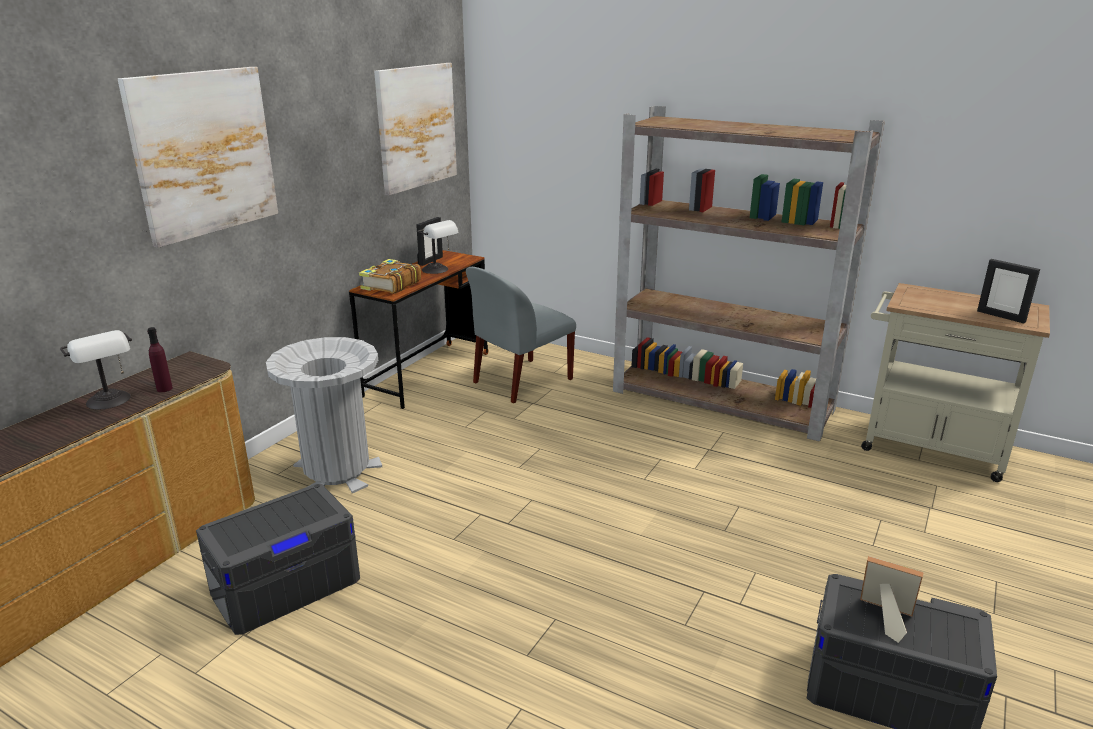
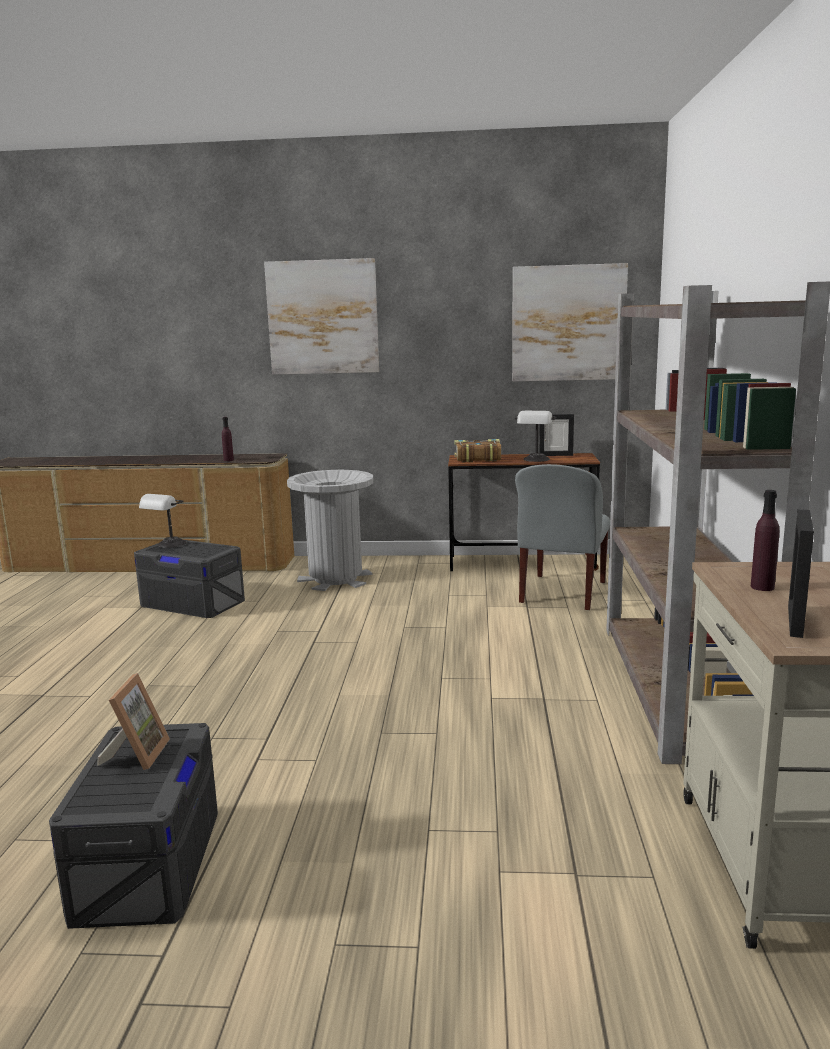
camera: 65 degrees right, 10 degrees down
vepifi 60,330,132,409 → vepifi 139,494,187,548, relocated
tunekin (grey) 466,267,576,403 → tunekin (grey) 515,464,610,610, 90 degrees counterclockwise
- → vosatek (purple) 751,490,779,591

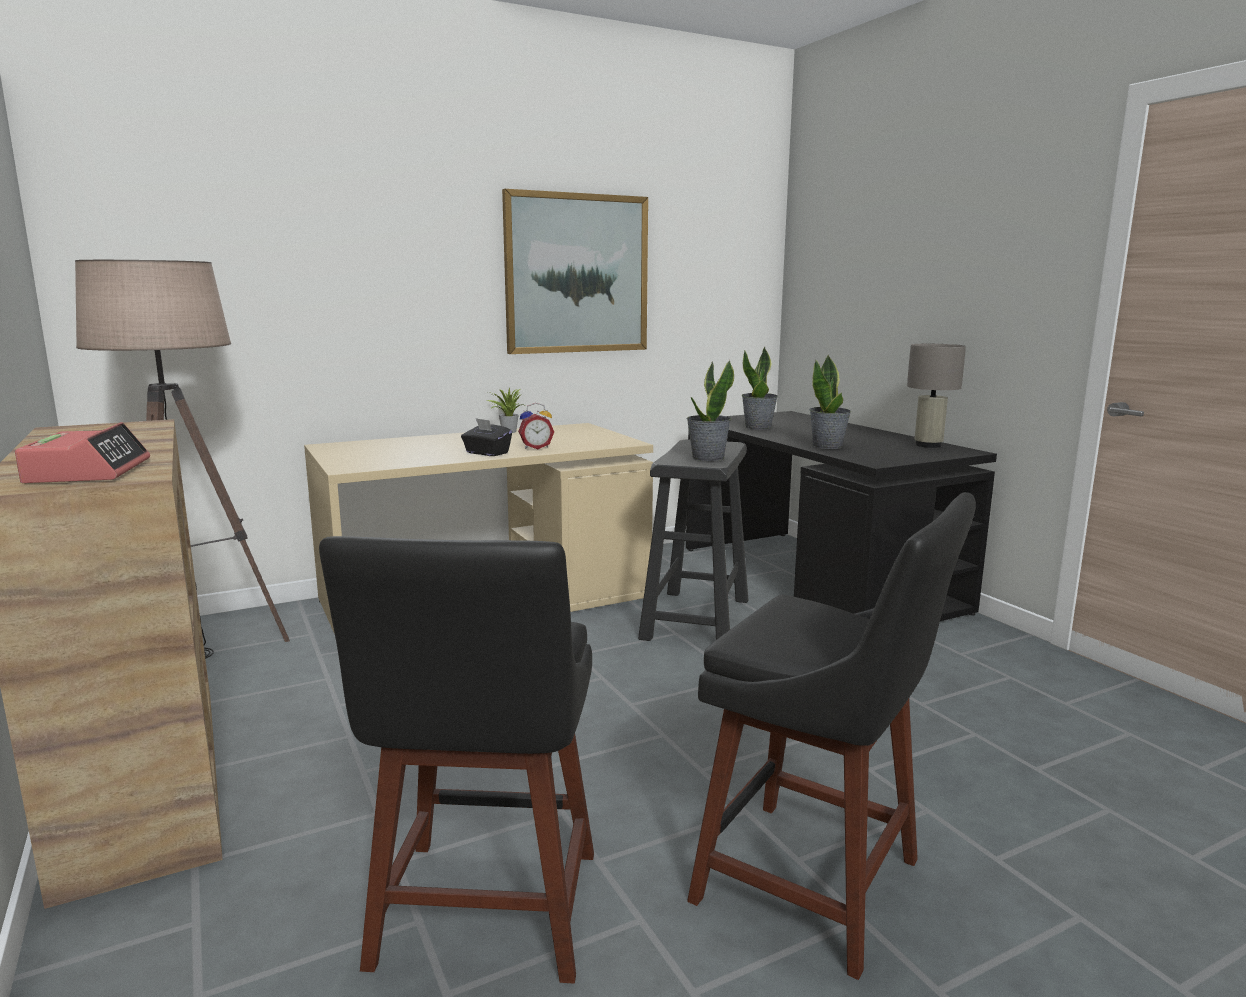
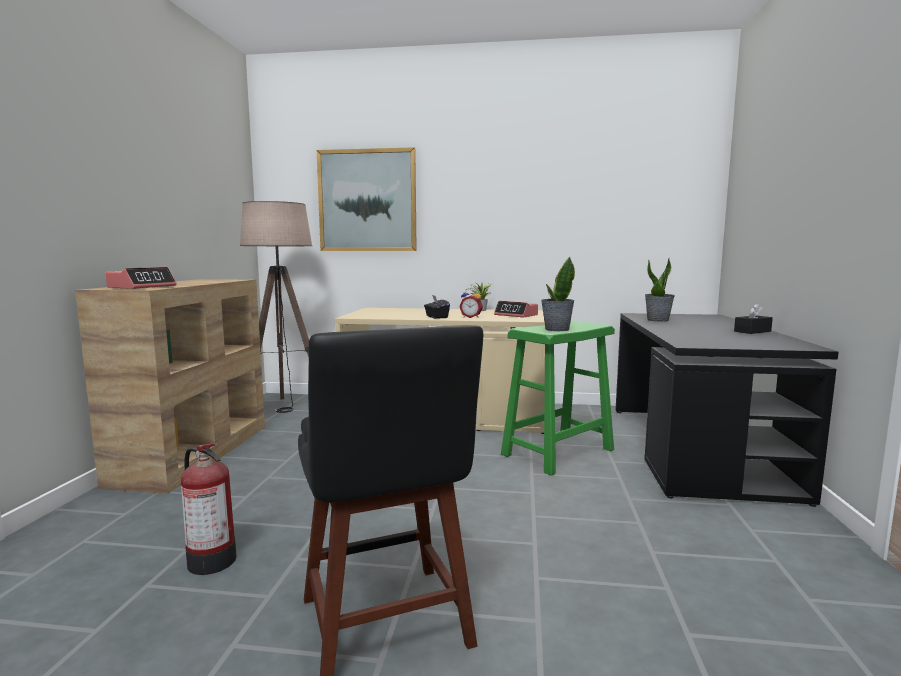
camera: 35 degrees right, 5 degrees down
tunekin (black) 319,536,594,983 → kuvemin 181,443,236,575
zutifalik 502,189,648,354 → zutifalik 317,147,417,251, relocated
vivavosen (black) 638,439,748,641 → vivavosen (green) 501,321,615,476
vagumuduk 809,355,851,449 → -
vepifi (grey) 907,344,966,448 → -
- → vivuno 494,301,538,318
- → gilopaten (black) 734,303,773,334

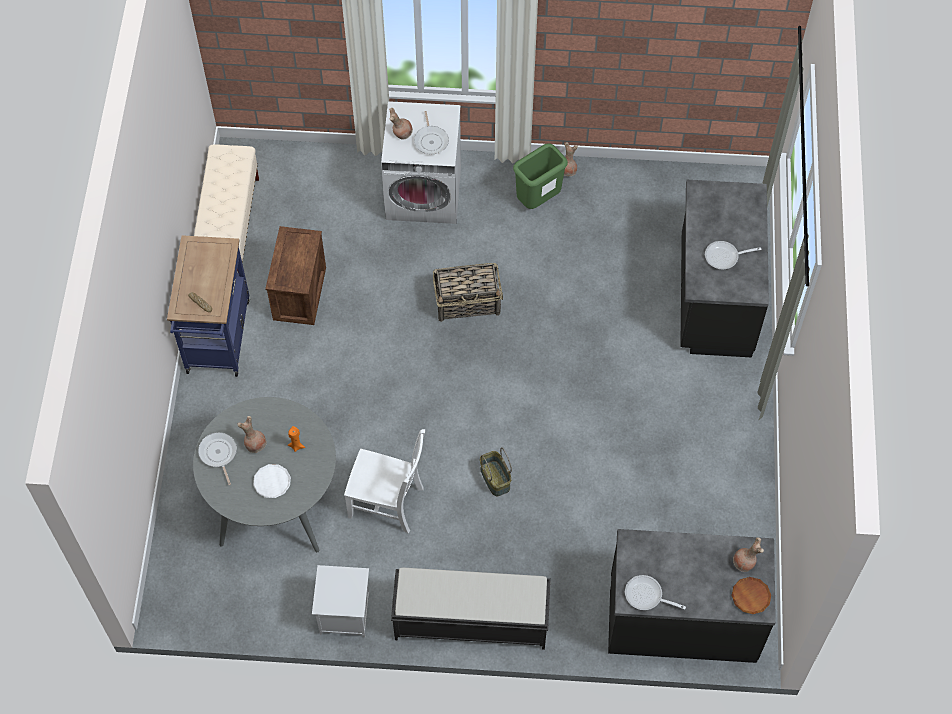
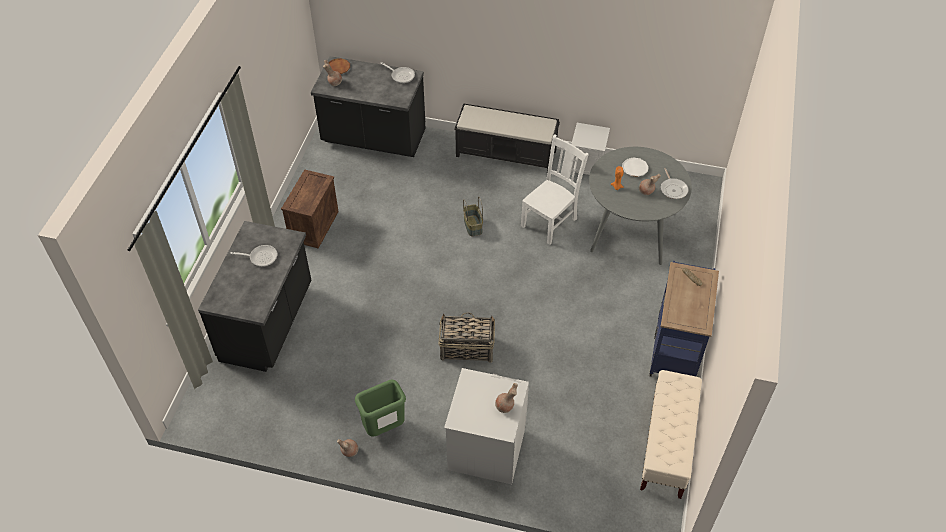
camera: 170 degrees left, 10 degrees down
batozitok 265,226,326,325 → batozitok 281,169,339,249, relocated
tunekin (white) 344,429,425,533 → tunekin (white) 521,134,589,245, 105 degrees clockwise
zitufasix 414,111,449,154 → -

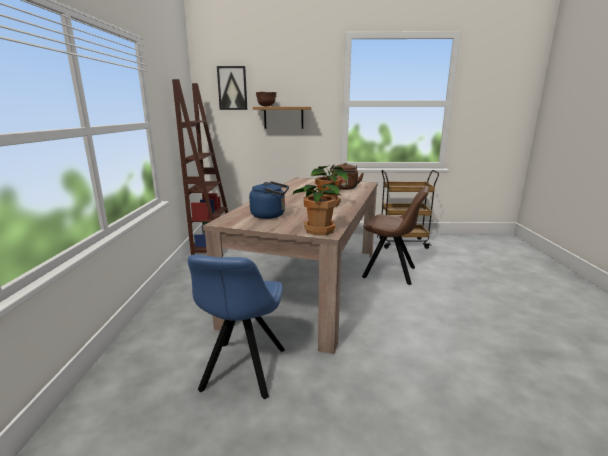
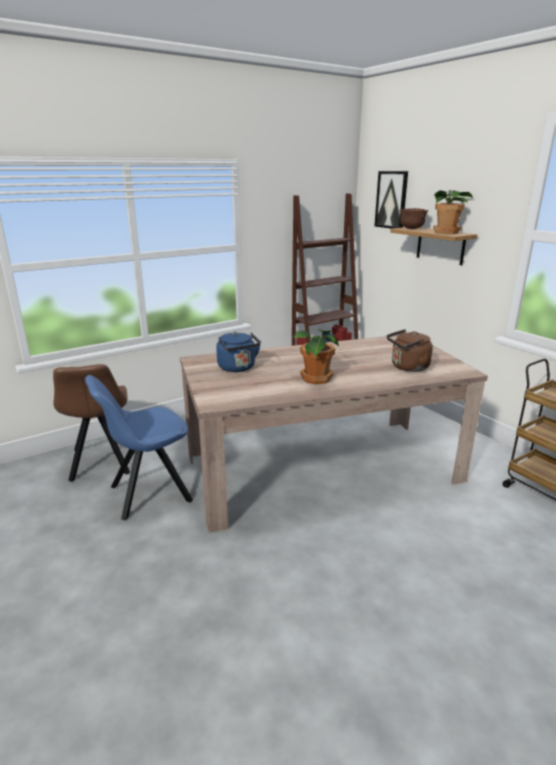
camera: 55 degrees right, 5 degrees up
vagumuduk 293,183,340,235 → vagumuduk 433,190,473,234, relocated
tunekin (brown) 362,186,429,285 → tunekin (brown) 53,364,130,482, relocated

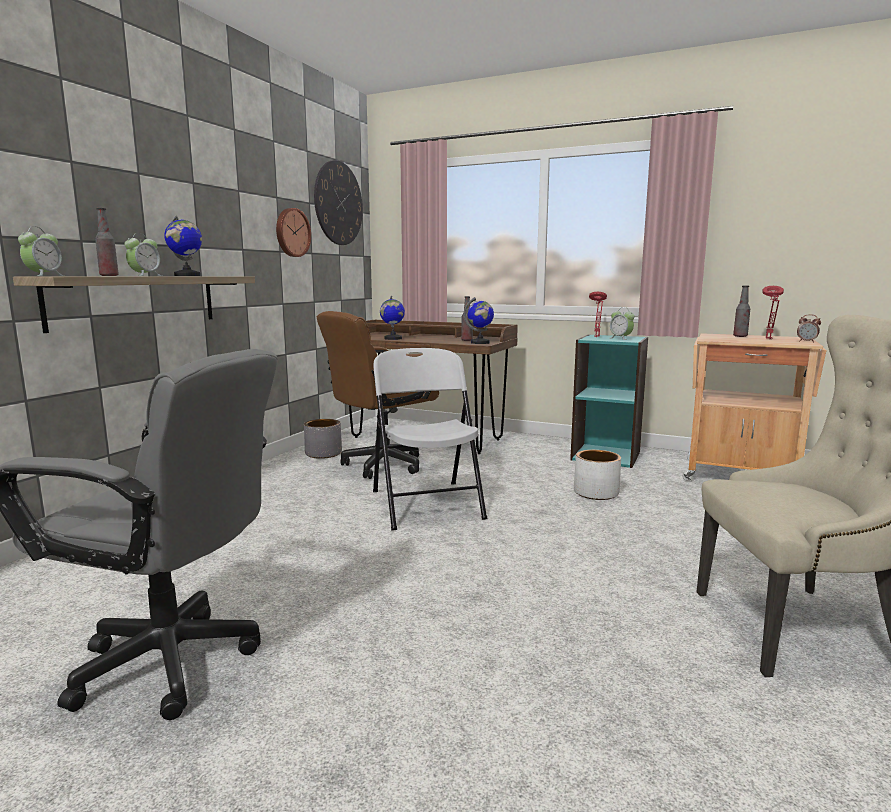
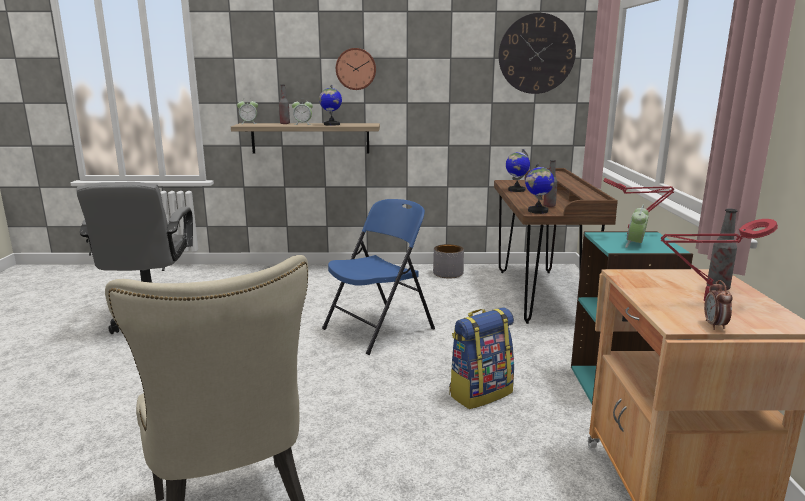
camera: 65 degrees right, 5 degrees up
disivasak 276,208,311,257 → disivasak 336,48,376,90, relocated
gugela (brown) 316,311,439,479 → -
tunekin (white) 373,348,488,531 → tunekin (blue) 322,199,435,355
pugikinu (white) 574,450,621,500 → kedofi 449,307,514,409

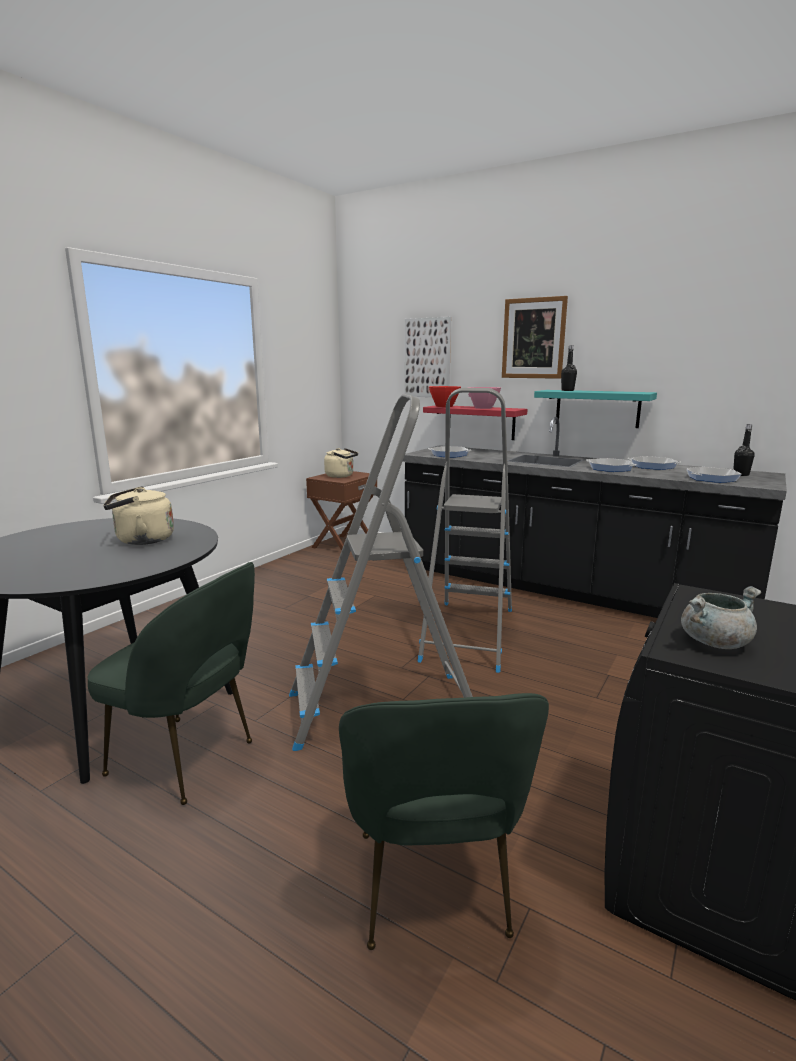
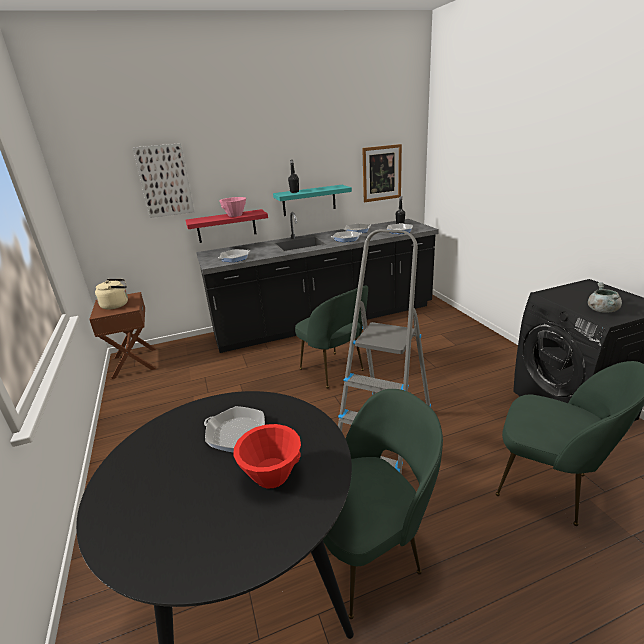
camera: 50 degrees left, 10 degrees up
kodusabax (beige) 103,486,174,545 → zitufasix 204,406,265,453
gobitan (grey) 418,388,512,673 → tunekin (green) 295,285,368,389
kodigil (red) 429,386,461,407 → kodigil (red) 233,424,301,489, relocated
zutifalik 502,296,568,379 → zutifalik 362,144,402,202, relocated

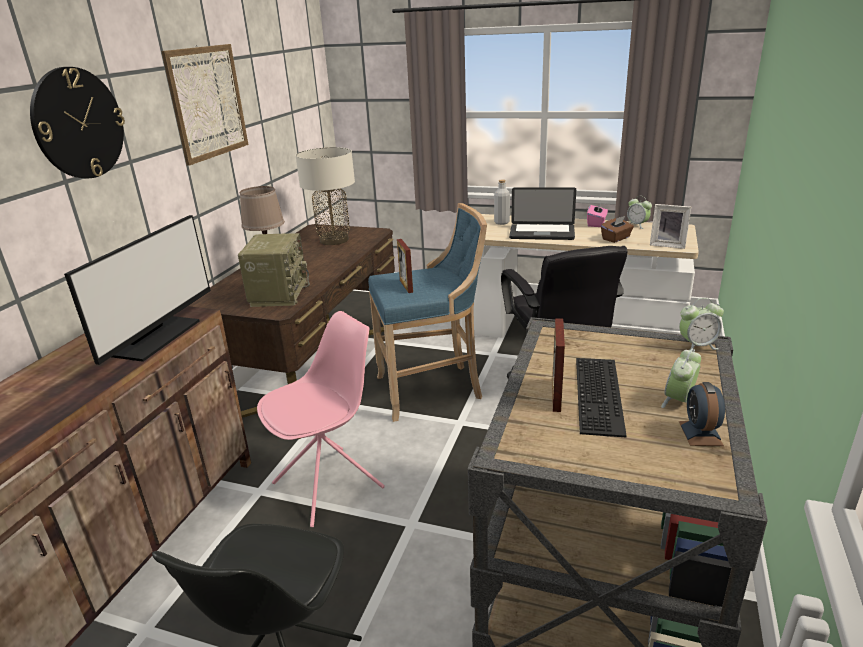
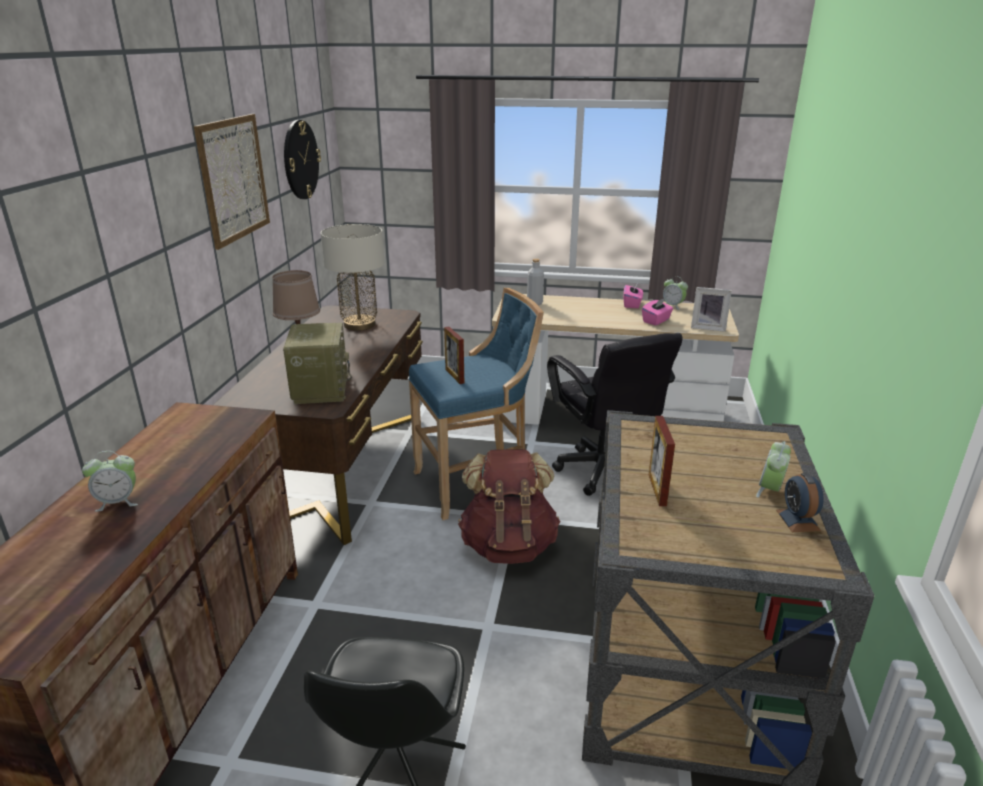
camera: 10 degrees left, 0 degrees up
disivasak 30,67,125,178 → disivasak 284,120,321,199, relocated
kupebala 64,215,211,365 → -
tunekin (pink) 257,311,385,527 → -
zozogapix 509,187,576,240 → -
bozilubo 576,358,627,437 → -
gilopaten (brown) 601,216,634,243 → gilopaten (pink) 642,298,673,325
vivuno 679,298,724,350 → vivuno 82,451,138,512, relocated
- → kedofi (brown) 458,449,560,564

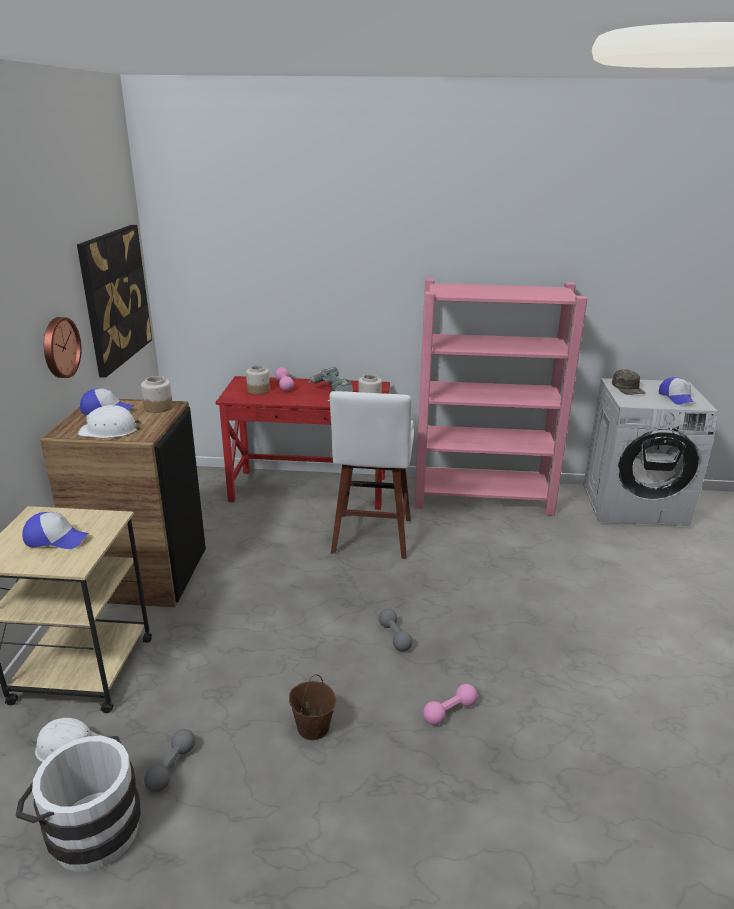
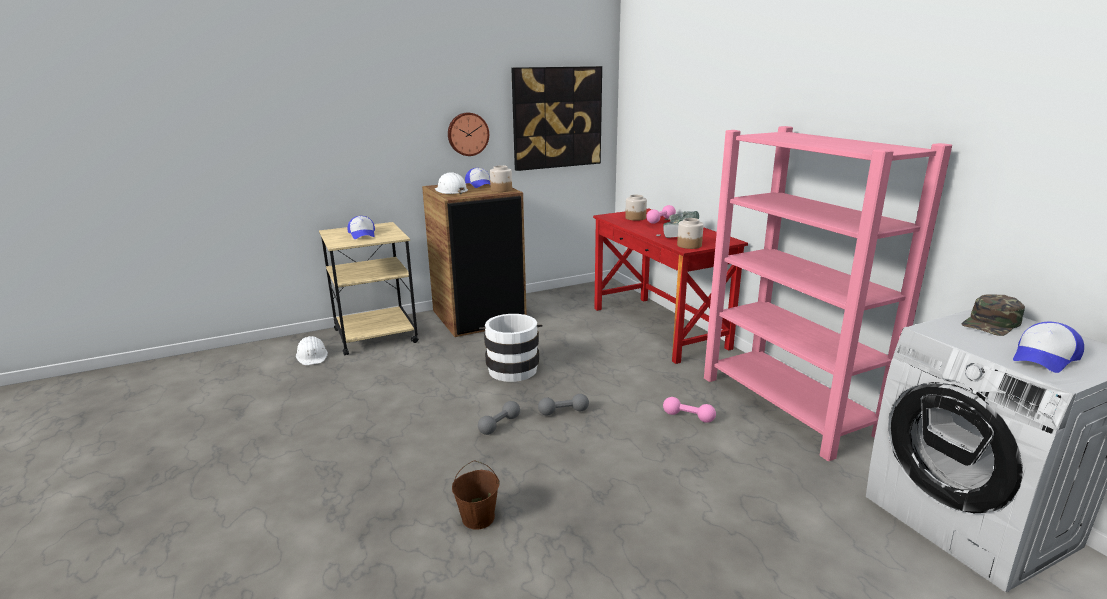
camera: 60 degrees right, 5 degrees down
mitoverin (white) 15,736,141,872 → mitoverin (white) 479,314,543,382, relocated
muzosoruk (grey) 144,729,195,792 → muzosoruk (grey) 538,394,589,416, relocated
mitoverin (brown) 289,674,336,740 → mitoverin (brown) 452,460,500,529, relocated
vivavosen (white) 330,391,414,559 → -
muzosoruk (pink) 423,684,477,725 → muzosoruk (pink) 663,397,716,423, relocated

